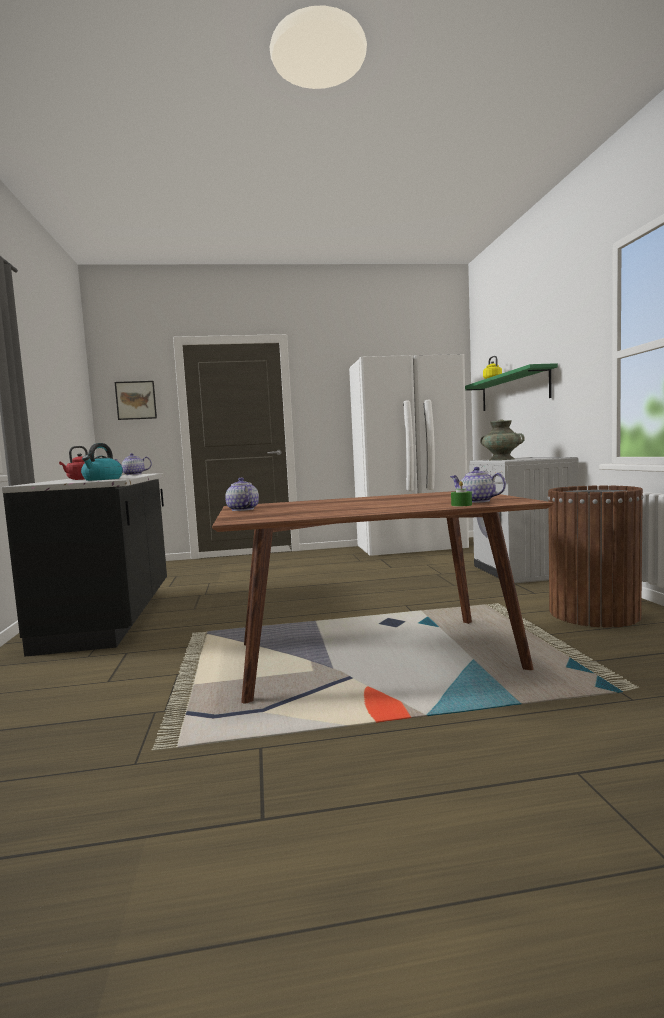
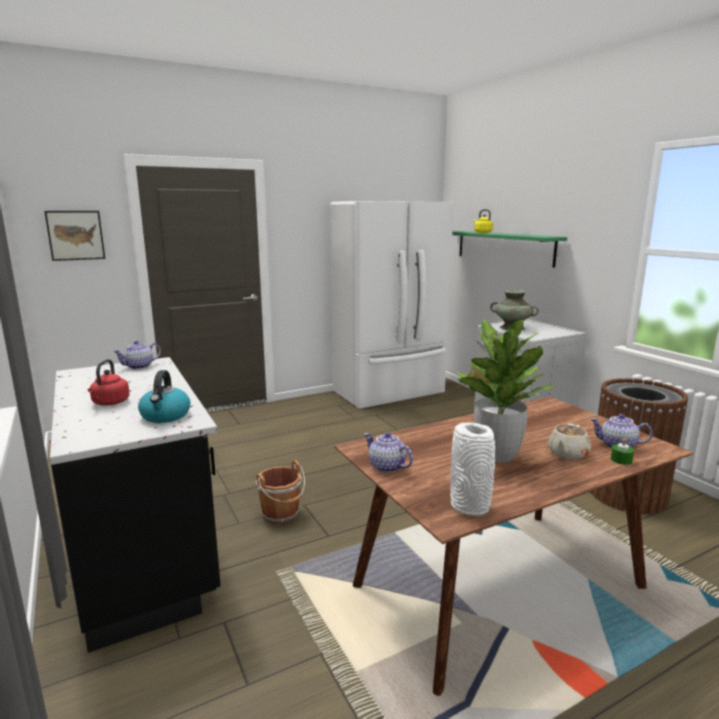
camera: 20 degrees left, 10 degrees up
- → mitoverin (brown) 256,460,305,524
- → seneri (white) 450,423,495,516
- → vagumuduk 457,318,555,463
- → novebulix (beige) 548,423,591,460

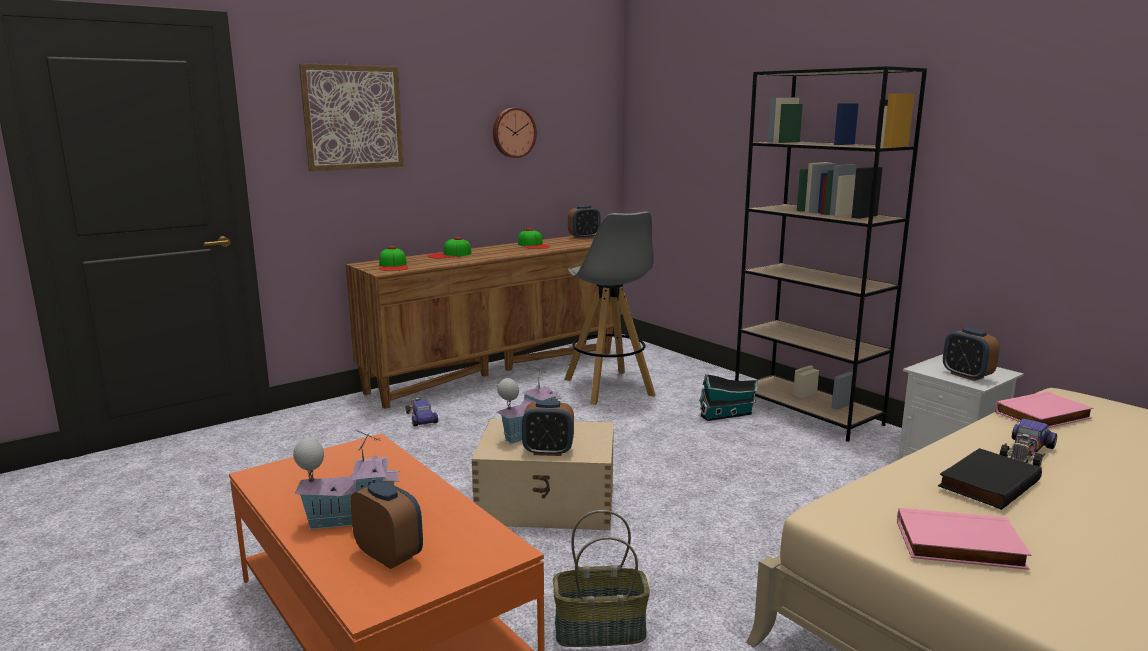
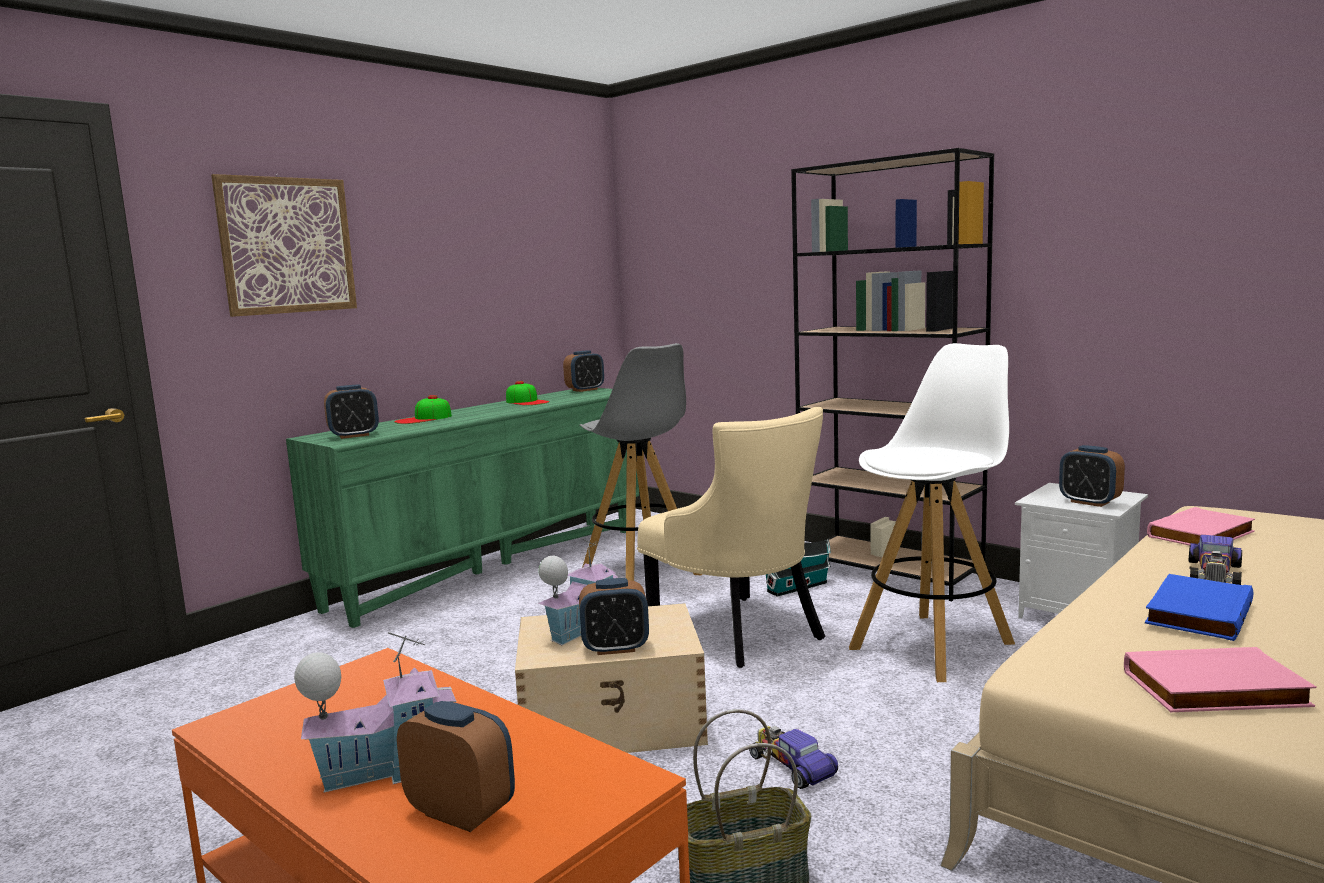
camera: 10 degrees left, 5 degrees down
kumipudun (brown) 346,236,621,409 → kumipudun (green) 286,388,639,628
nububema 379,246,408,271 → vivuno 324,384,379,439
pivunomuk 405,398,438,426 → pivunomuk 749,726,838,789, relocated
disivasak 493,108,537,158 → -
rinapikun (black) 938,448,1042,510 → rinapikun (blue) 1145,574,1254,641
- → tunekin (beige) 637,407,825,668
- → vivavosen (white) 849,343,1015,682

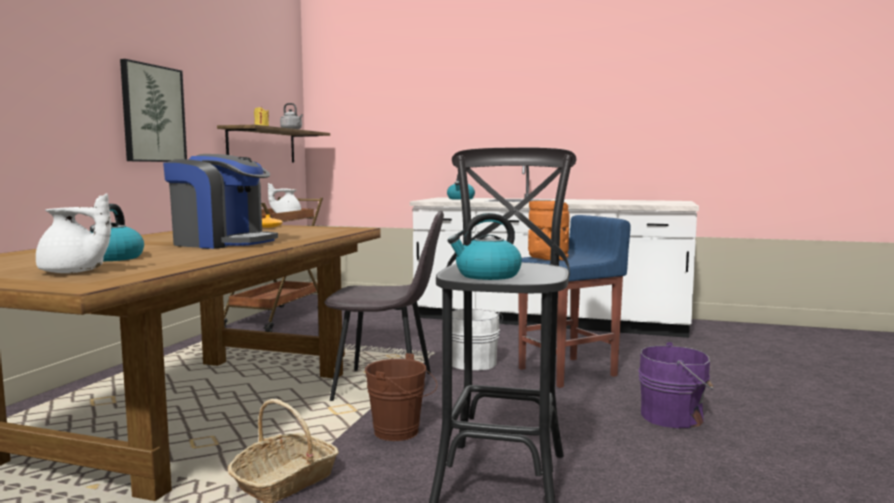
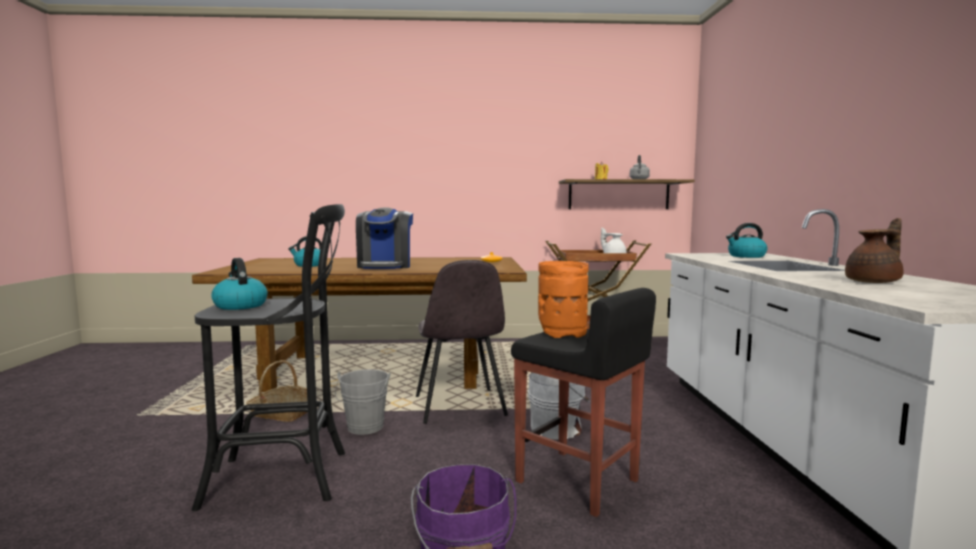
camera: 70 degrees right, 0 degrees up
novebulix (white) 36,194,111,273 → -
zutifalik 120,59,187,162 → -
mitoverin (brown) 365,353,437,441 → mitoverin (grey) 335,369,391,435
vivavosen (blue) 519,215,631,388 → vivavosen (black) 511,288,656,517
- → novebulix (brown) 845,218,904,283

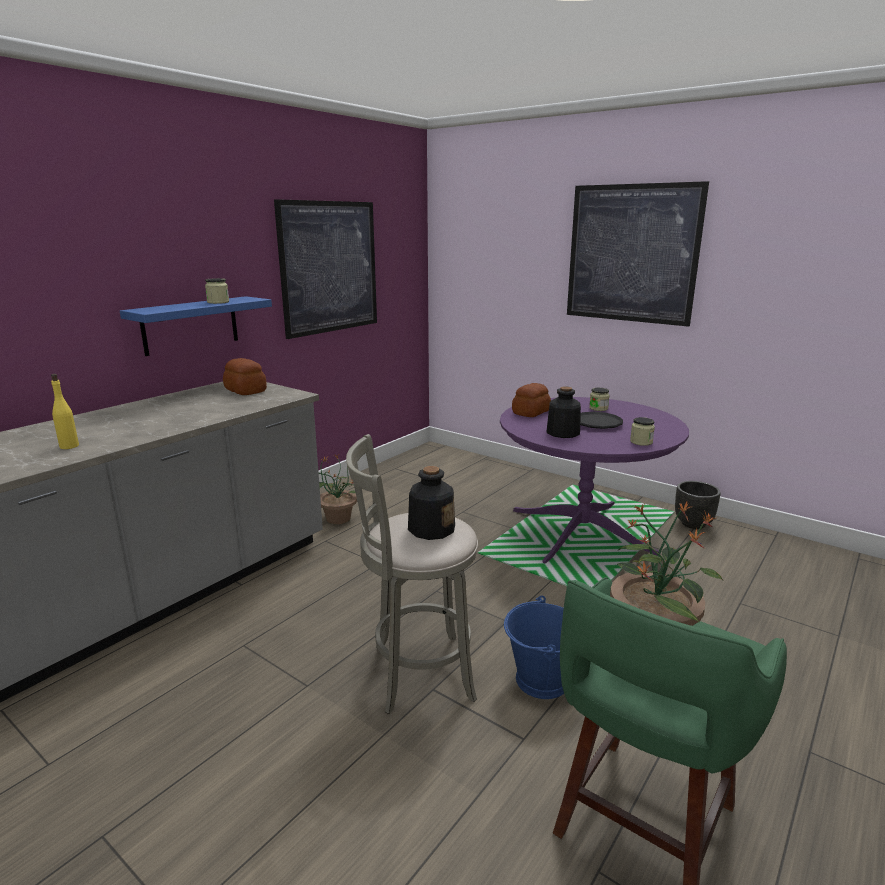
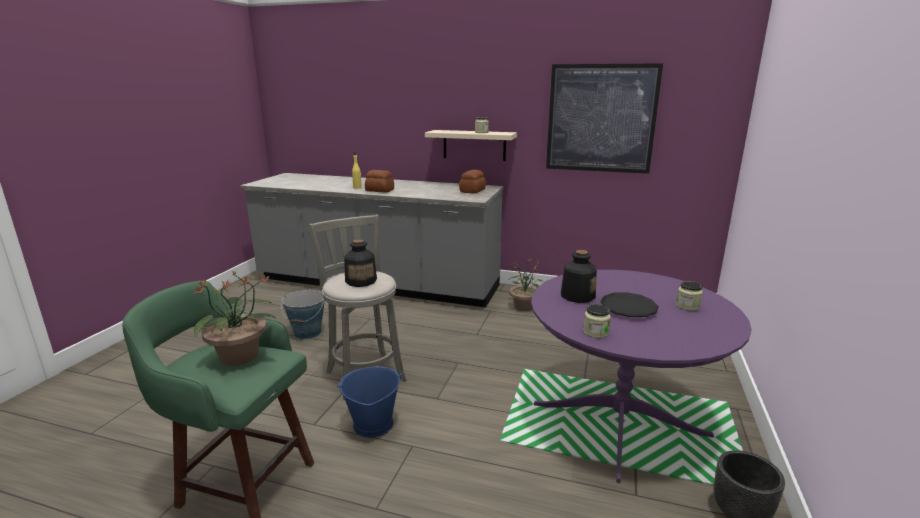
camera: 70 degrees right, 0 degrees up
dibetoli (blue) 120,296,272,356 → dibetoli (beige) 425,130,517,161
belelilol 512,383,551,417 → belelilol 365,170,394,193, relocated
zutifalik 567,181,709,327 → -
- → mitoverin 281,290,325,339

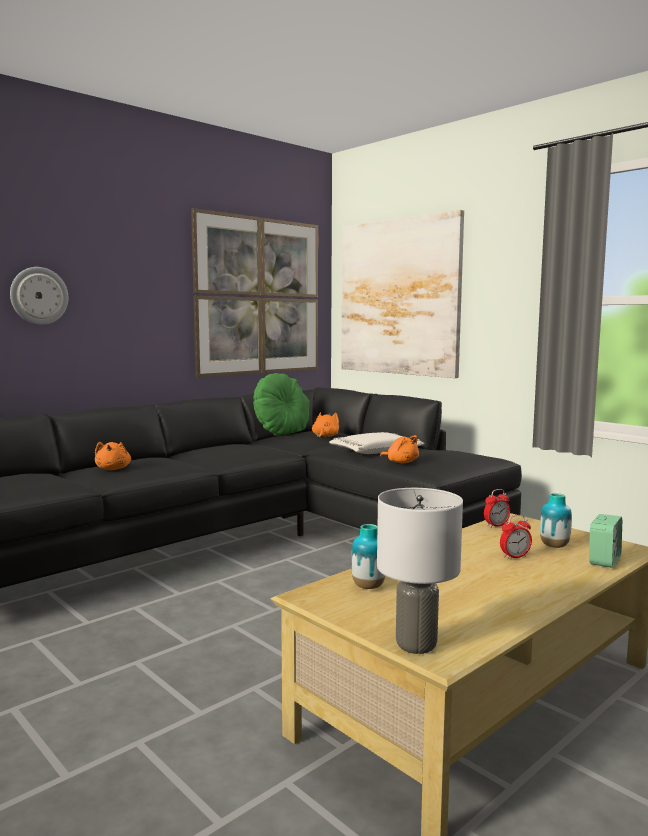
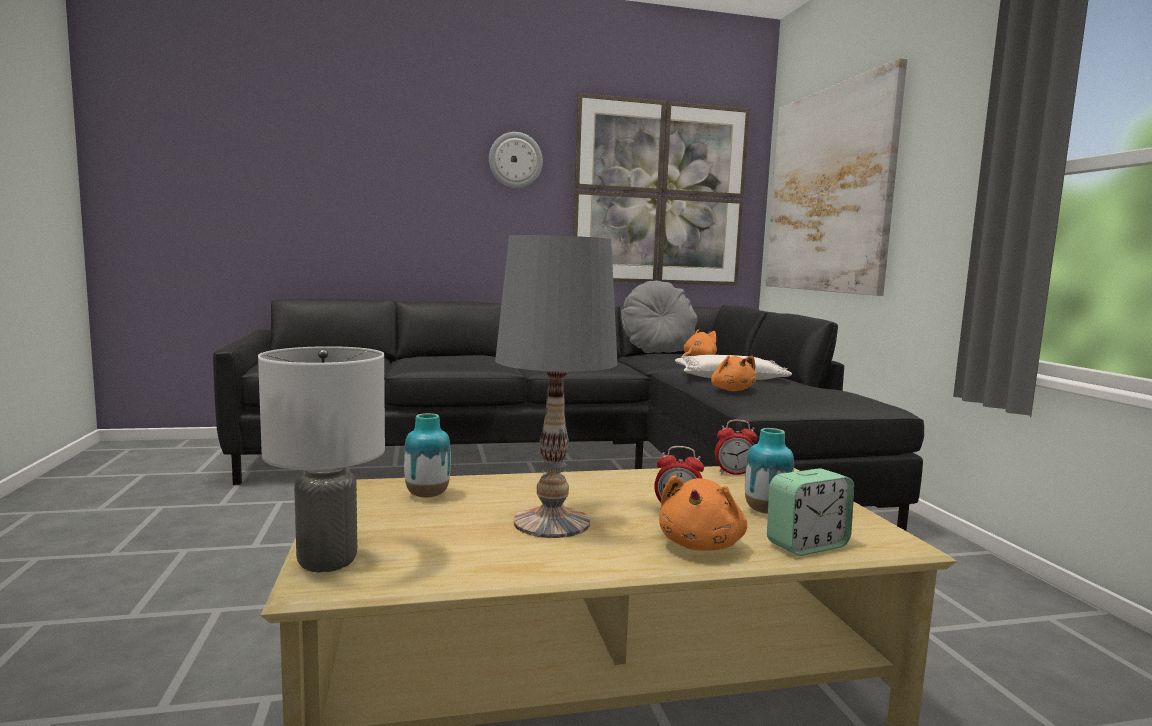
camera: 30 degrees right, 0 degrees up
disivasak 10,267,68,325 → disivasak 489,132,543,188, relocated
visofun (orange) 95,442,131,470 → visofun (orange) 659,475,747,551, relocated
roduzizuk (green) 253,373,310,436 → roduzizuk (grey) 621,281,698,353
- → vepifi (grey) 495,235,617,538

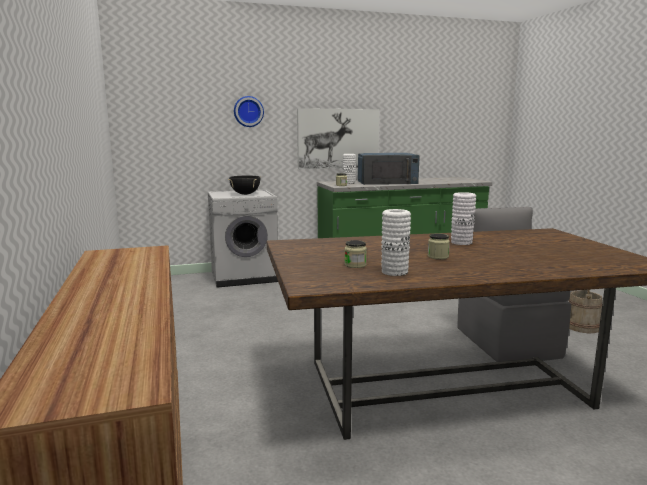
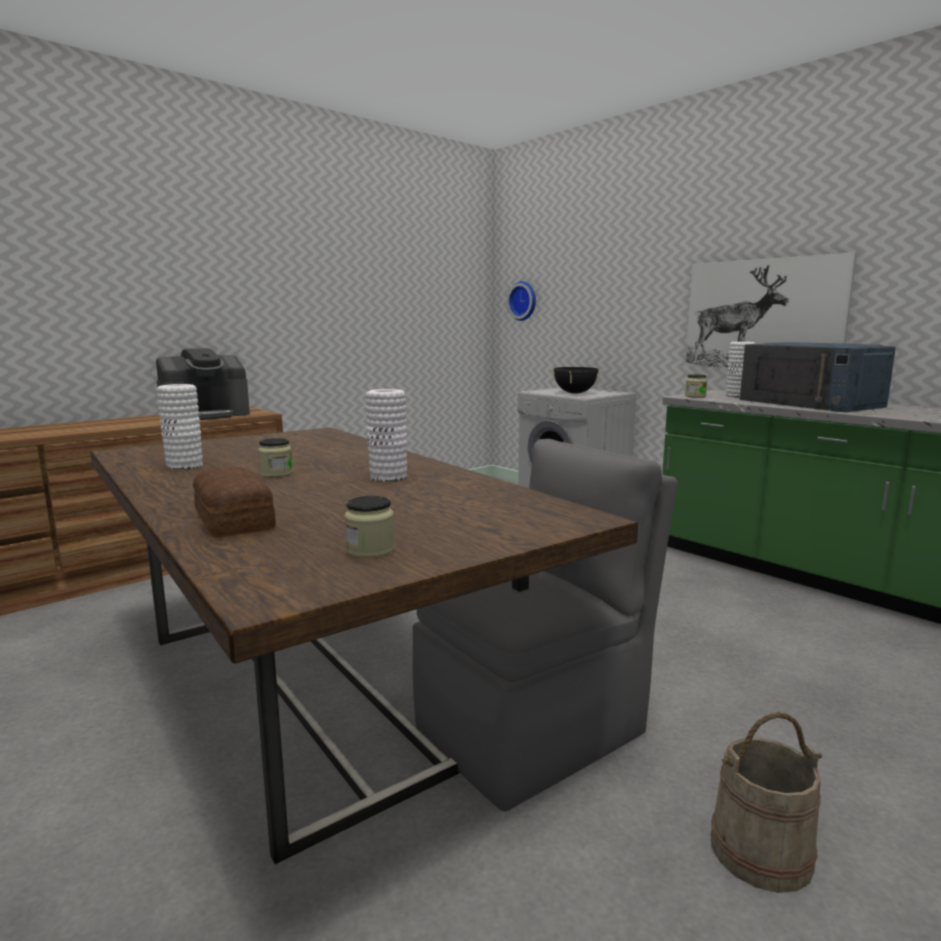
camera: 65 degrees right, 0 degrees up
disivasak 234,96,264,127 → disivasak 507,281,536,321, relocated
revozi 344,240,367,268 → revozi 344,496,394,558, relocated
- → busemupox 156,348,250,420
- → belelilol 193,467,276,538

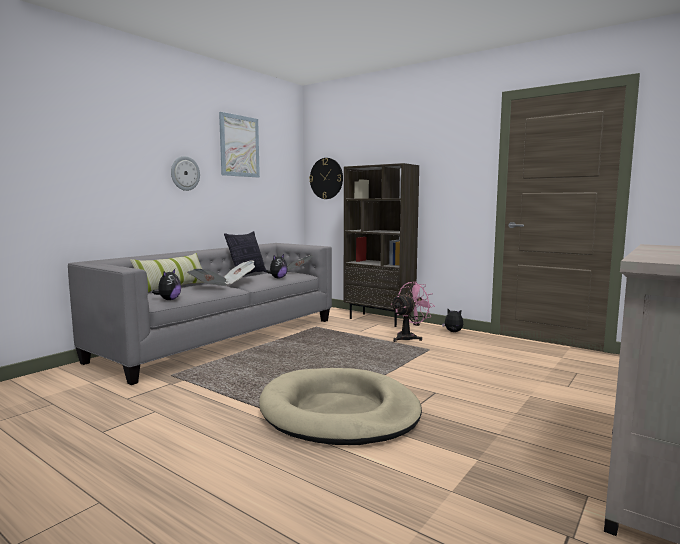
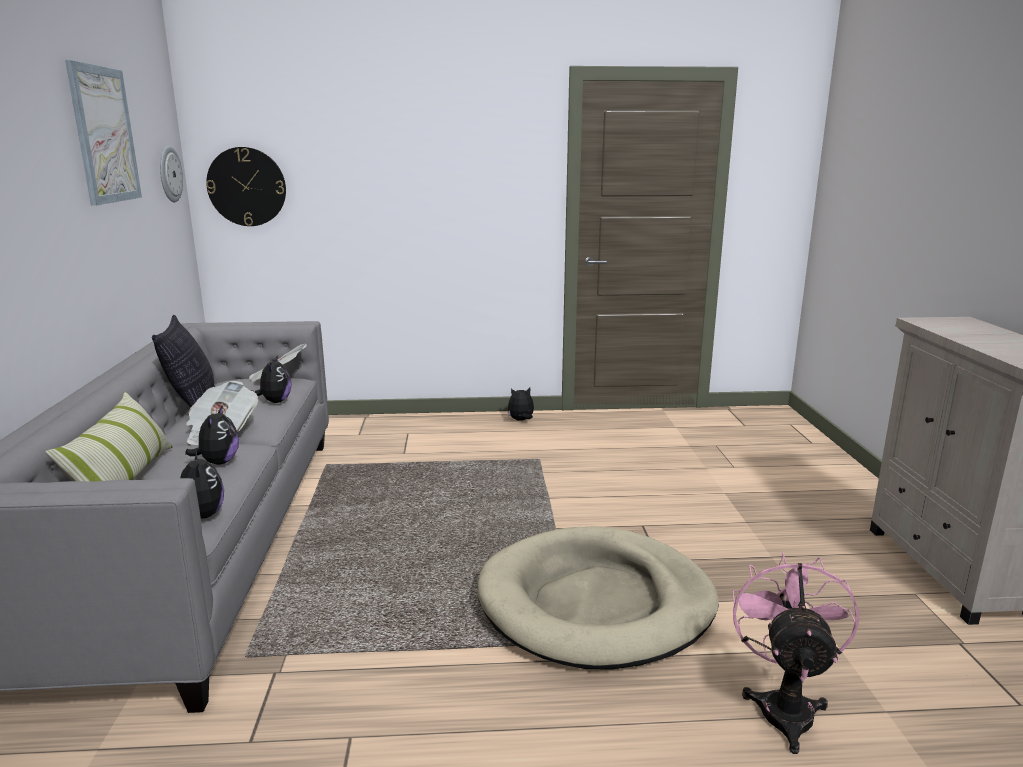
camera: 40 degrees left, 10 degrees up
disivasak 171,156,200,191 → disivasak 160,146,183,202, relocated
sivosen 187,269,227,286 → visofun 185,404,239,465
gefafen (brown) 344,163,419,327 → -
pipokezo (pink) 391,282,435,342 → pipokezo (pink) 732,552,859,754, relocated

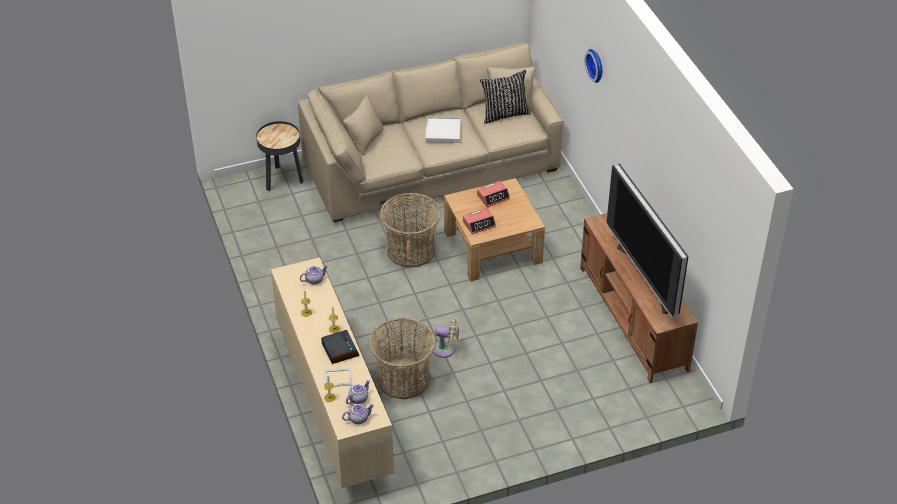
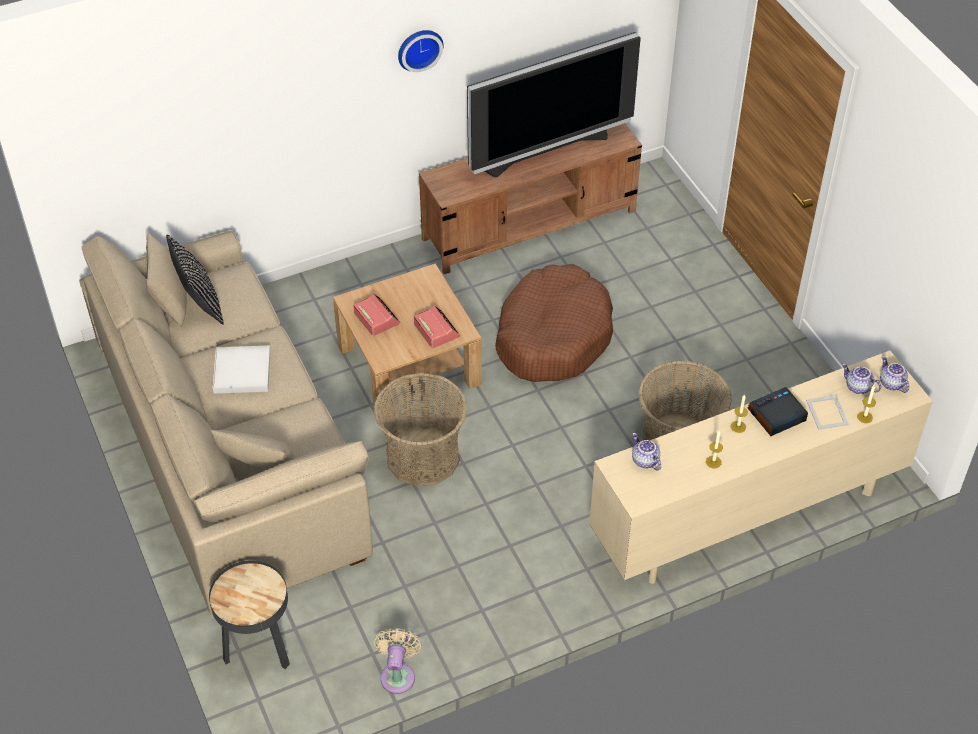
camera: 95 degrees left, 5 degrees up
pipokezo (beige) 433,318,459,358 → pipokezo (beige) 374,628,421,694, relocated
disivasak 585,49,602,83 → disivasak 398,30,443,72, relocated
- → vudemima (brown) 495,264,613,382

